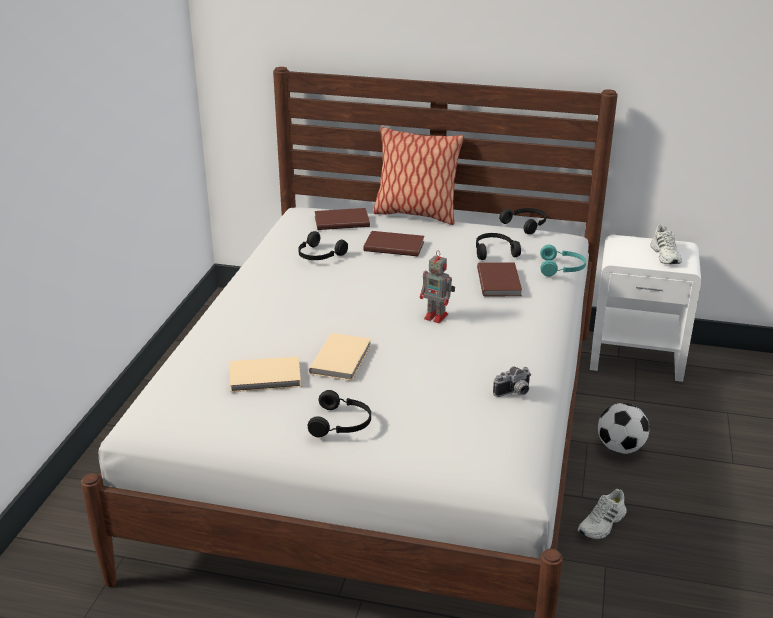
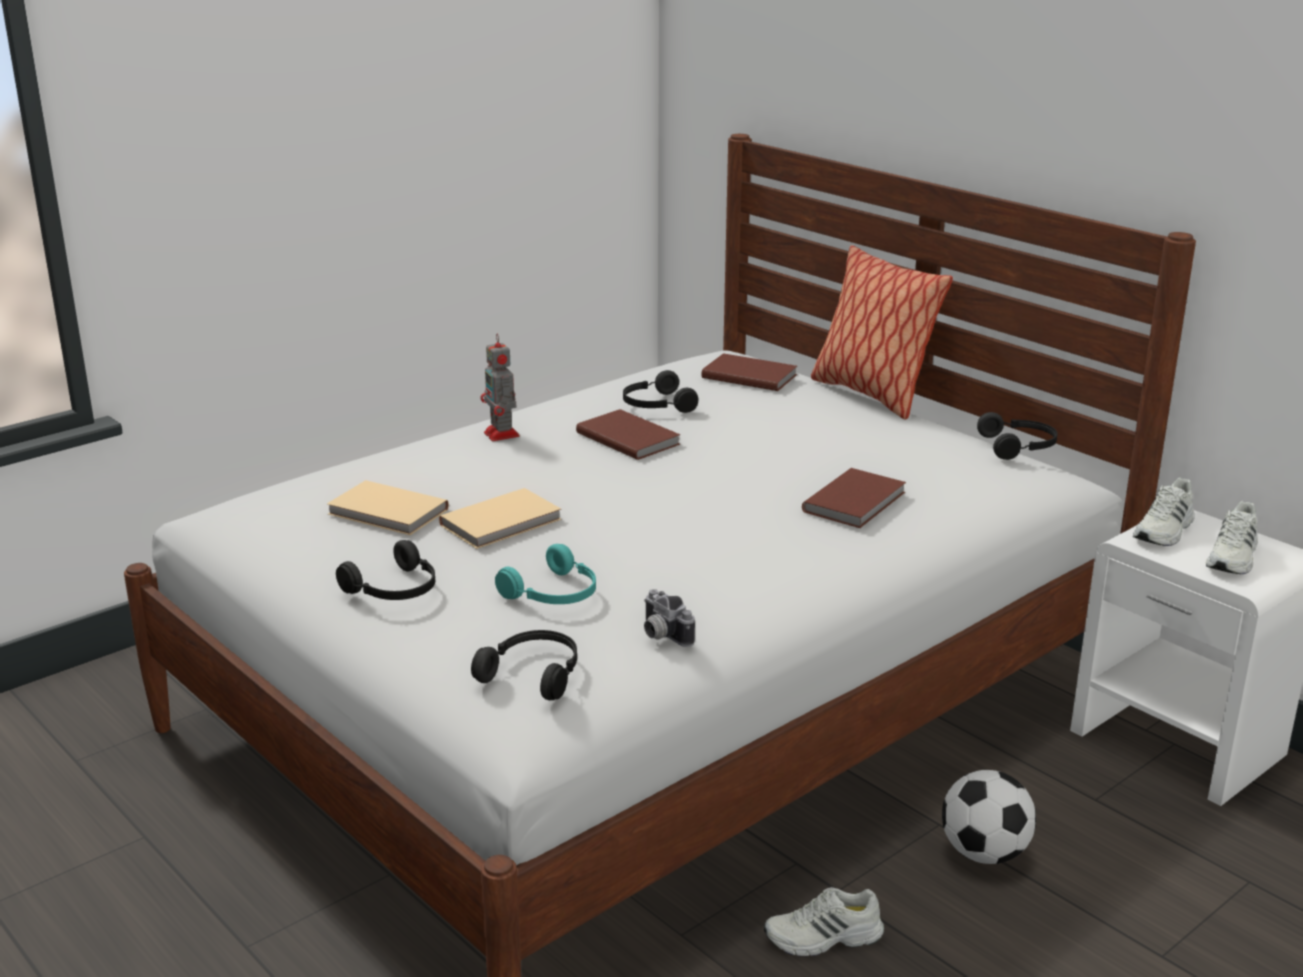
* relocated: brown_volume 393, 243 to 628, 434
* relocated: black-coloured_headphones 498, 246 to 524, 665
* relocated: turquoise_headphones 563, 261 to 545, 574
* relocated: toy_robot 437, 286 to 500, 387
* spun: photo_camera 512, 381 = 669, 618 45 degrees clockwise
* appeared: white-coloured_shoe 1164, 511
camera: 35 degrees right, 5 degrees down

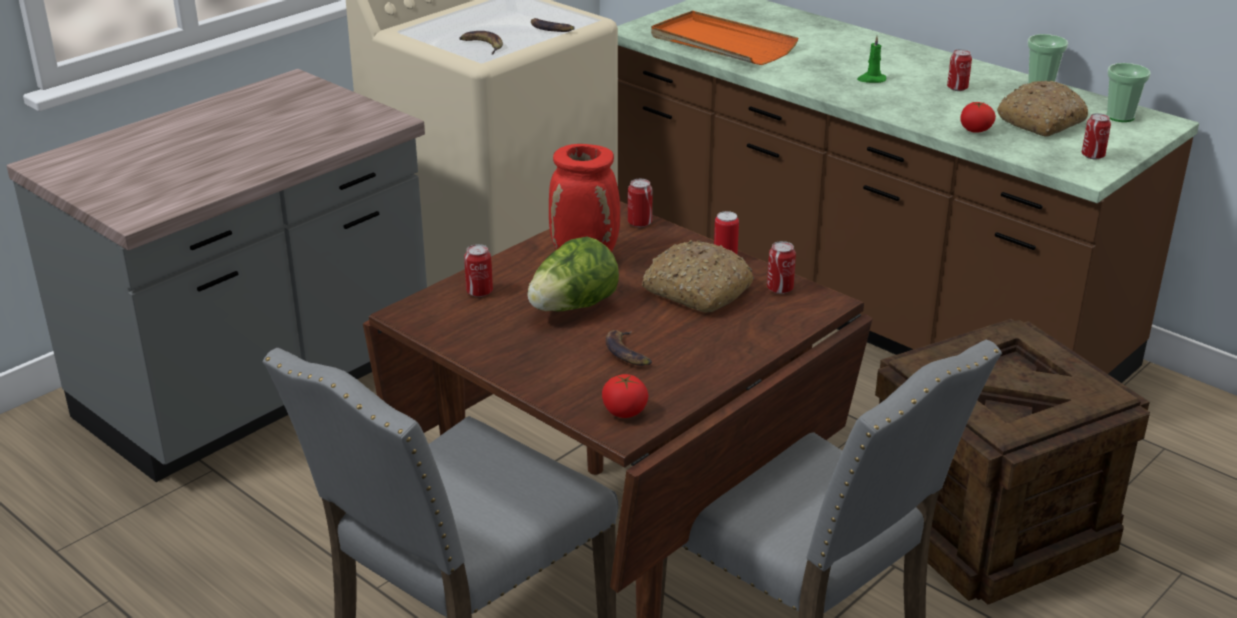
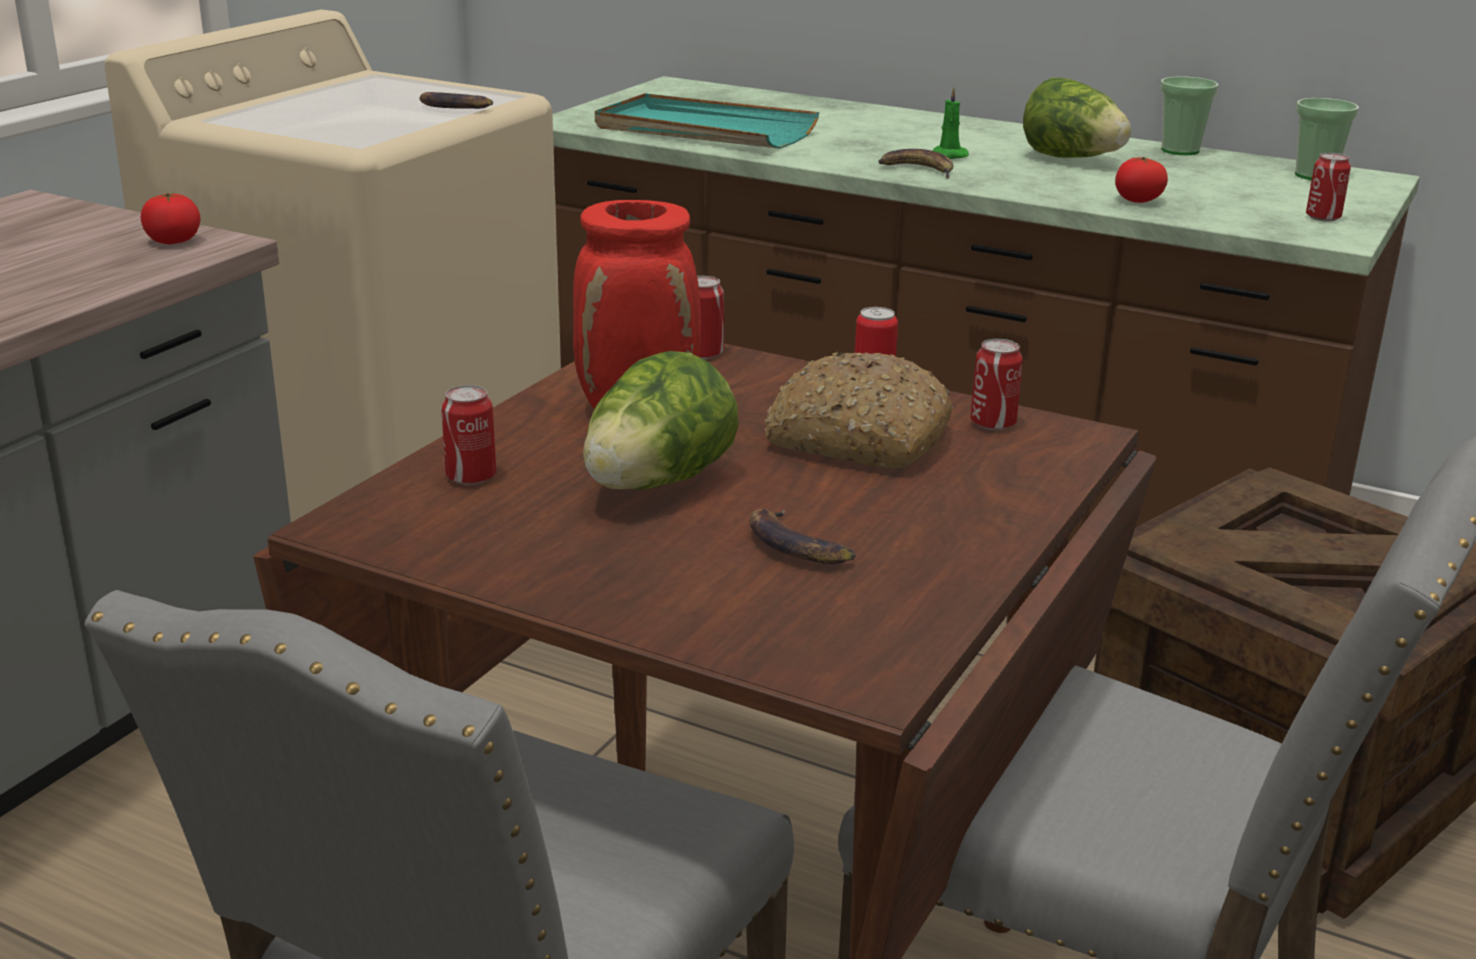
* colour: orange_tray 724, 38 to turquoise_tray 707, 121
* relocated: whole_banana 481, 42 to 915, 164
* exchanged: can 959, 70 to lettuce 1077, 117
* missing: bread 1042, 109
* relocated: fresh_tomato 625, 396 to 170, 218
camera: 15 degrees left, 5 degrees down

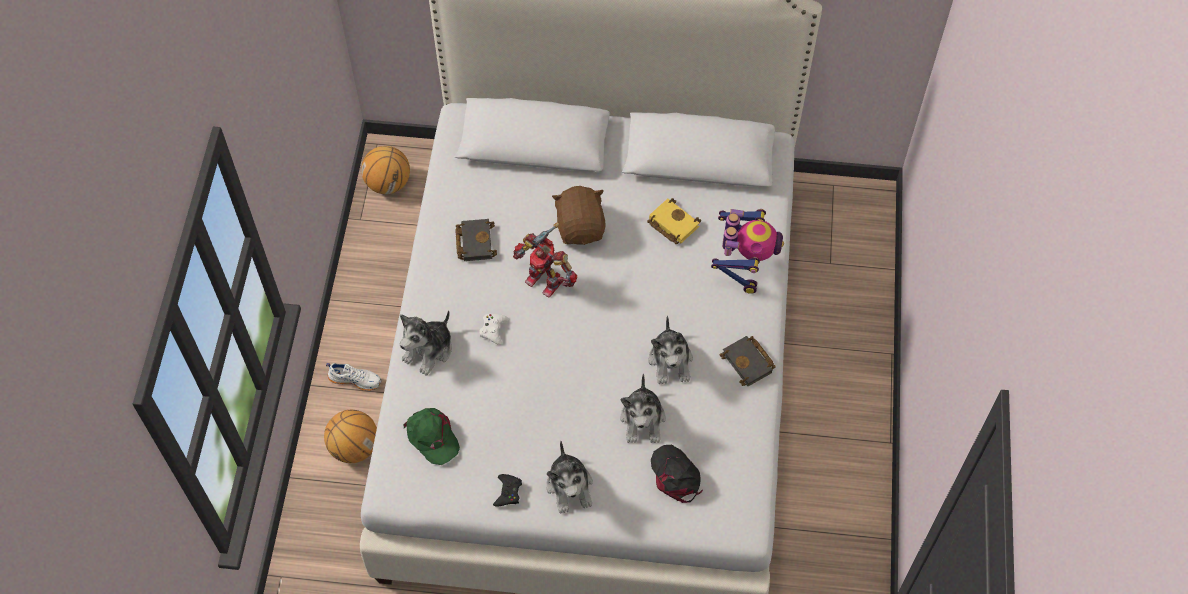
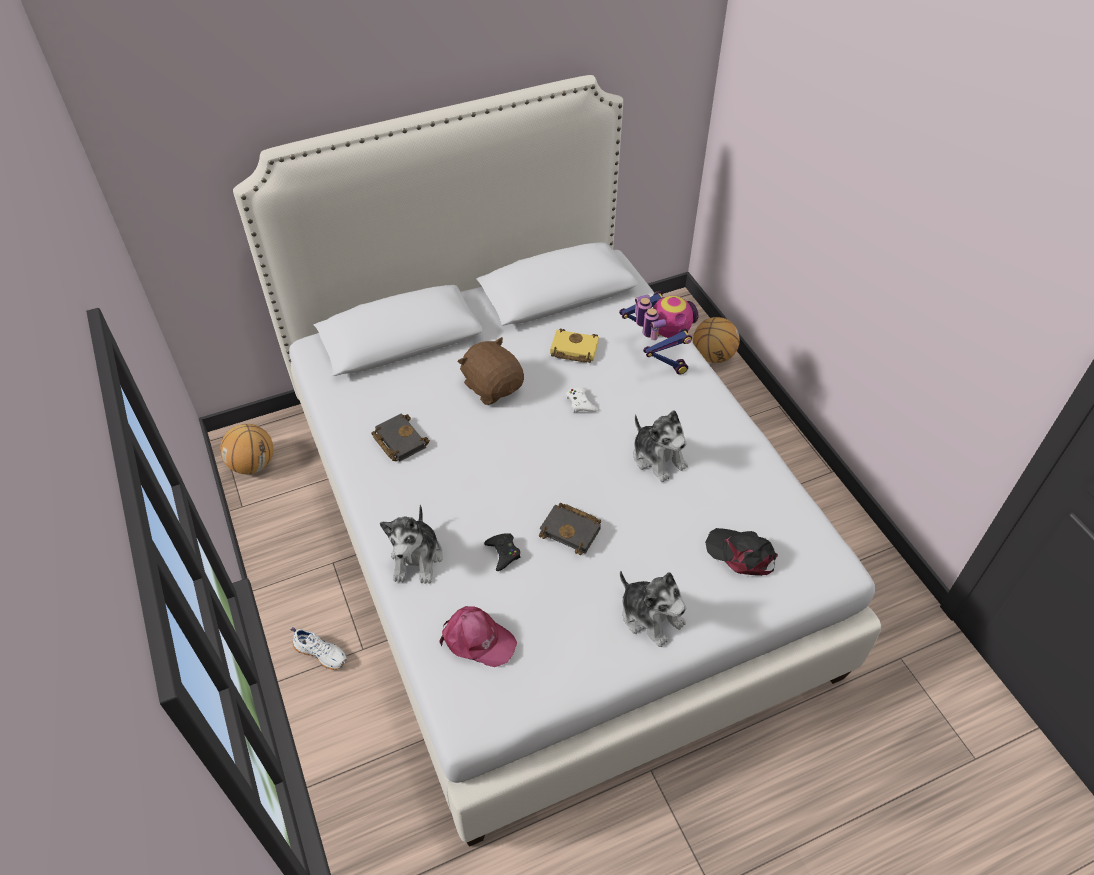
* missing: toy_robot 545, 260
* relocated: white-coloured_joypad 494, 329 to 582, 400
* relocated: black-coloured_volume 747, 361 to 570, 529
* spun: white-coloured_shoe 353, 377 = 319, 648 45 degrees clockwise
* missing: cuddly_toy 643, 408
* colour: green_peaked_cap 432, 436 to pinkish_peaked_cap 478, 636
* relocated: basketball 350, 436 to 716, 340
* relocated: black-coloured_joypad 507, 490 to 502, 552
camera: 30 degrees left, 10 degrees down

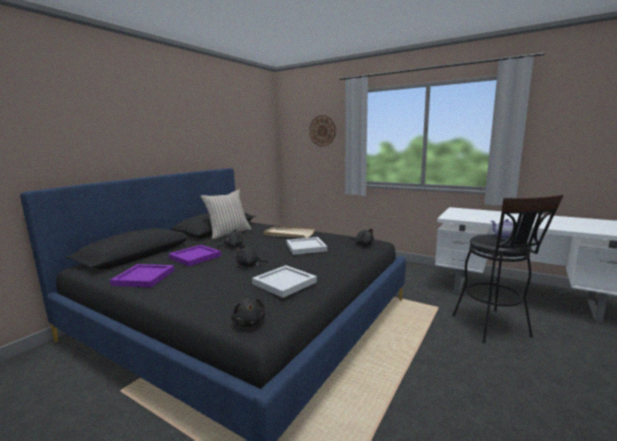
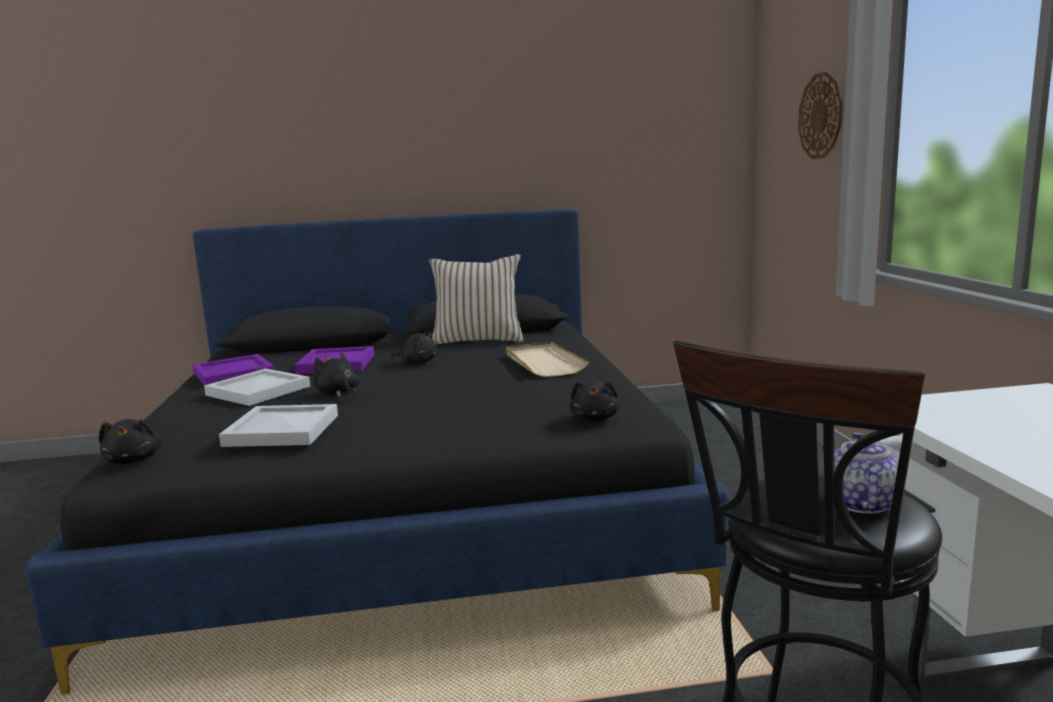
* relocated: white-coloured_tray 306, 246 to 257, 387
* spun: black-coloured_cuddly_toy 248, 312 = 130, 441 45 degrees counterclockwise
camera: 50 degrees right, 0 degrees up

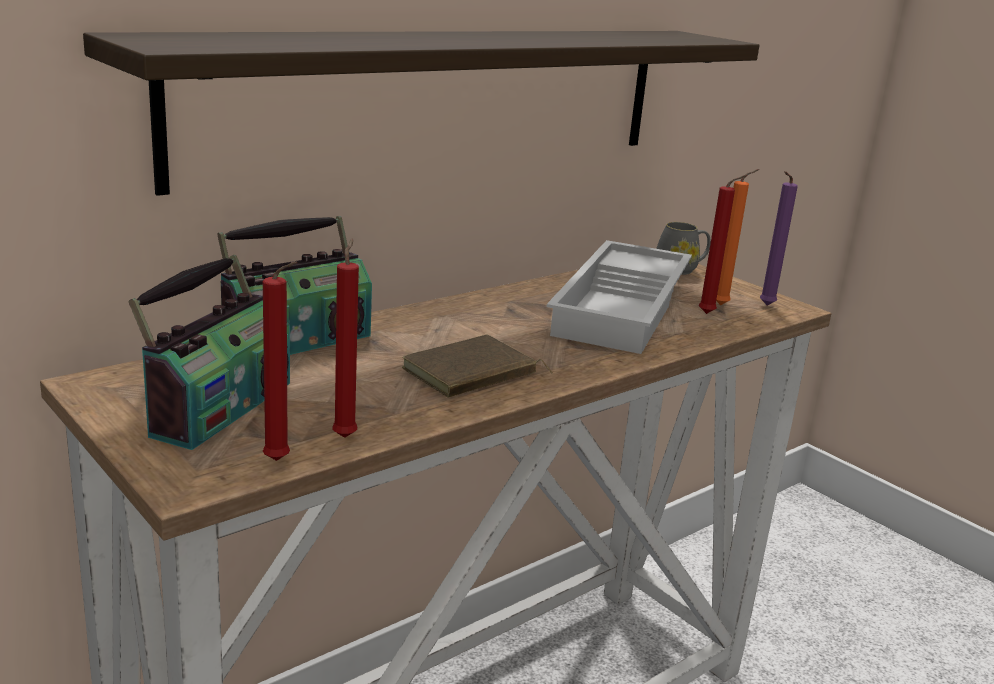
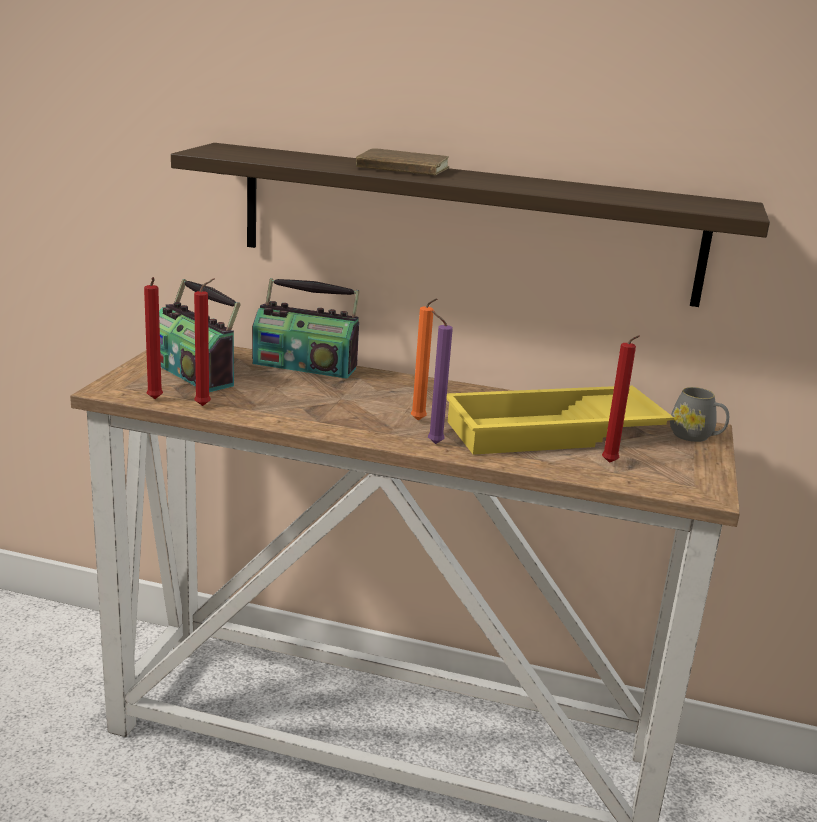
* relocated: orange_candle 737, 237 to 424, 359
* relocated: purple-coloured_candle 779, 238 to 440, 377
* colour: white-coloured_tray 619, 297 to yellowish_tray 560, 420
* spun: radio_receiver 209, 352 = 200, 335 60 degrees clockwise
* relocated: brown_volume 477, 366 to 402, 161
camera: 55 degrees right, 0 degrees up

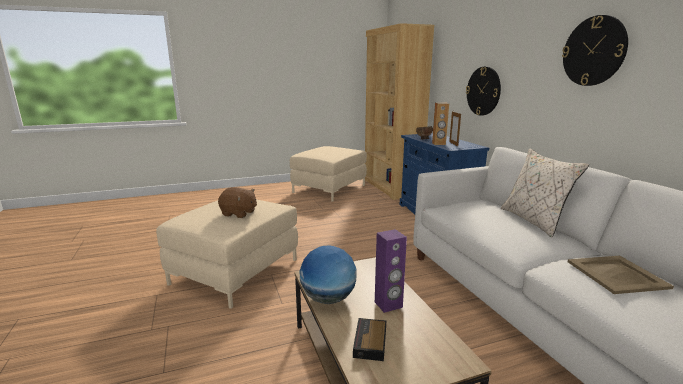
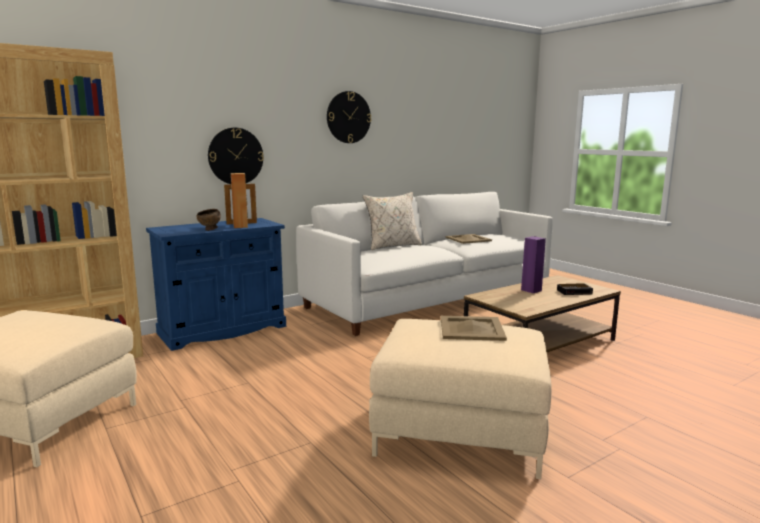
* exchanged: brown_cuddly_toy 237, 202 to beige_tray 474, 328
* missing: world_globe 328, 274
camera: 105 degrees left, 5 degrees down

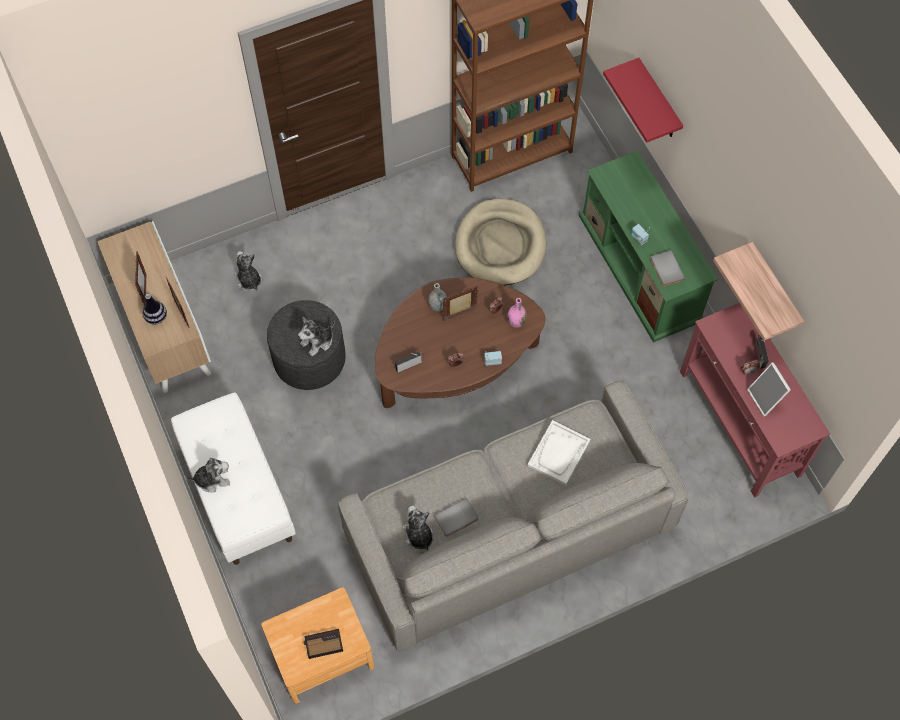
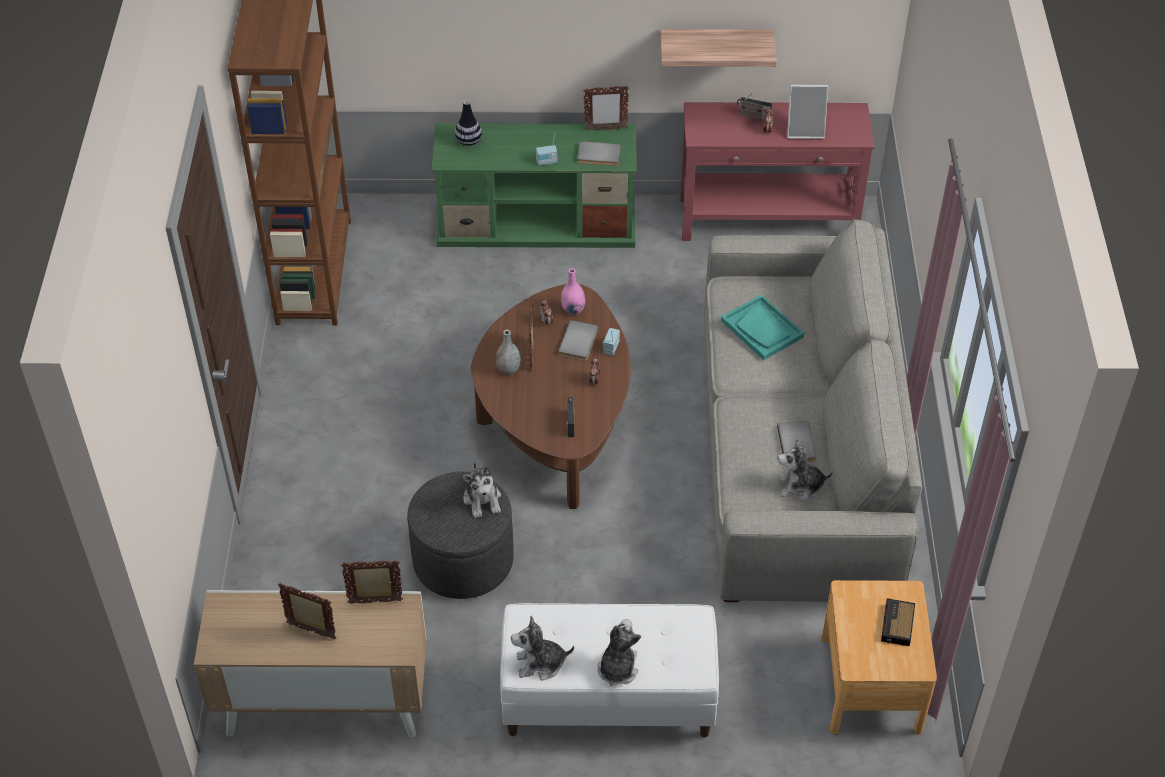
* missing: red_bracket_shelf 643, 100
* missing: beige_pet_bed 500, 242
* relocated: cuddly_toy 248, 271 to 542, 648
* relocated: vase 154, 309 to 468, 123
* colour: white-coloured_tray 559, 452 to turquoise_tray 762, 327
* appeared: standing_frame 606, 108
* appeared: grey_volume 578, 340
camera: 65 degrees left, 15 degrees down

